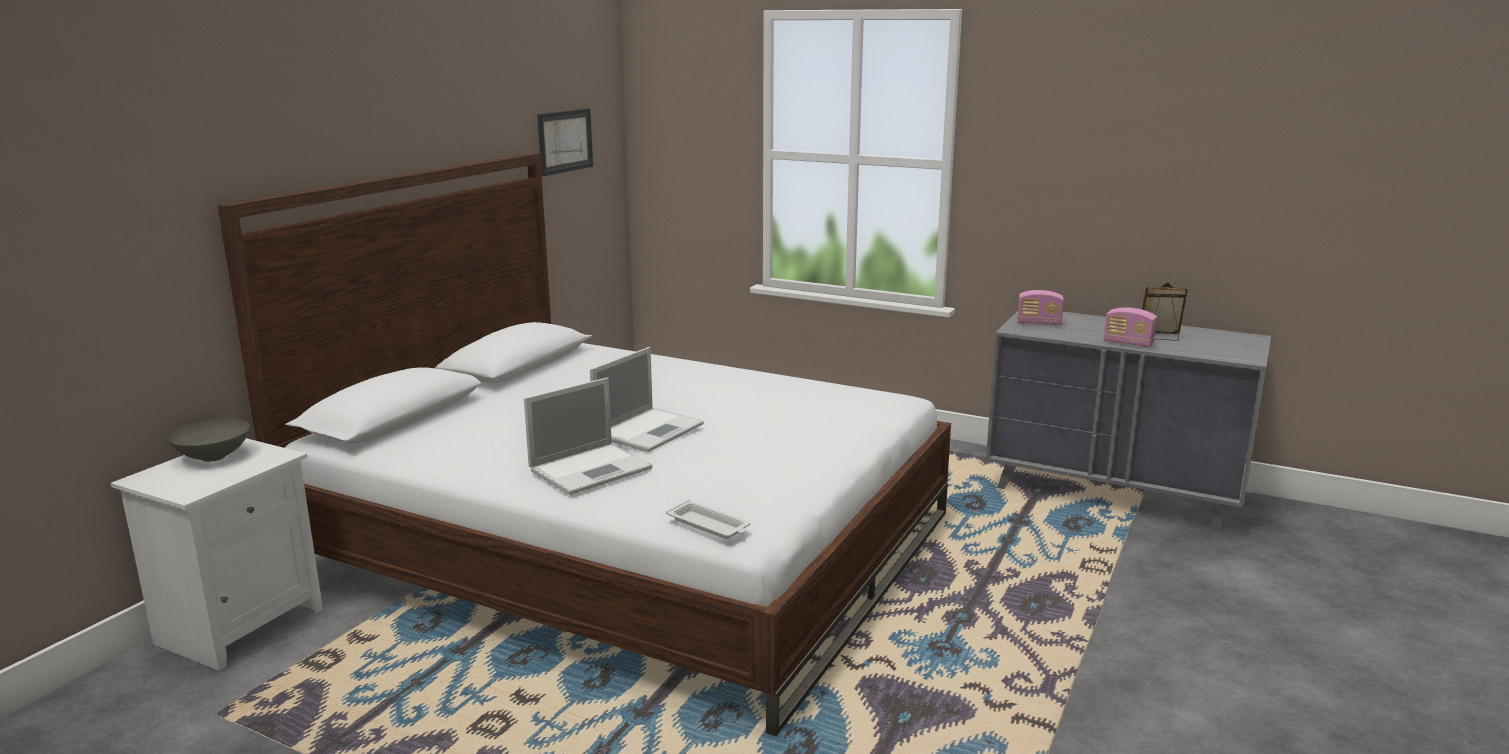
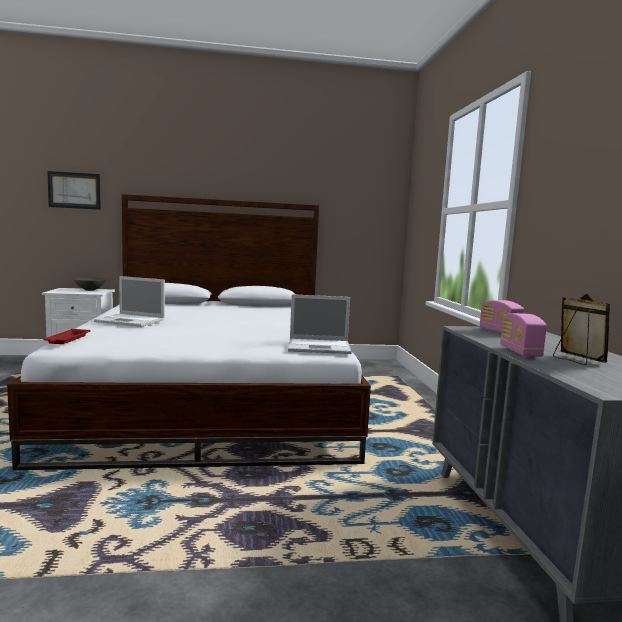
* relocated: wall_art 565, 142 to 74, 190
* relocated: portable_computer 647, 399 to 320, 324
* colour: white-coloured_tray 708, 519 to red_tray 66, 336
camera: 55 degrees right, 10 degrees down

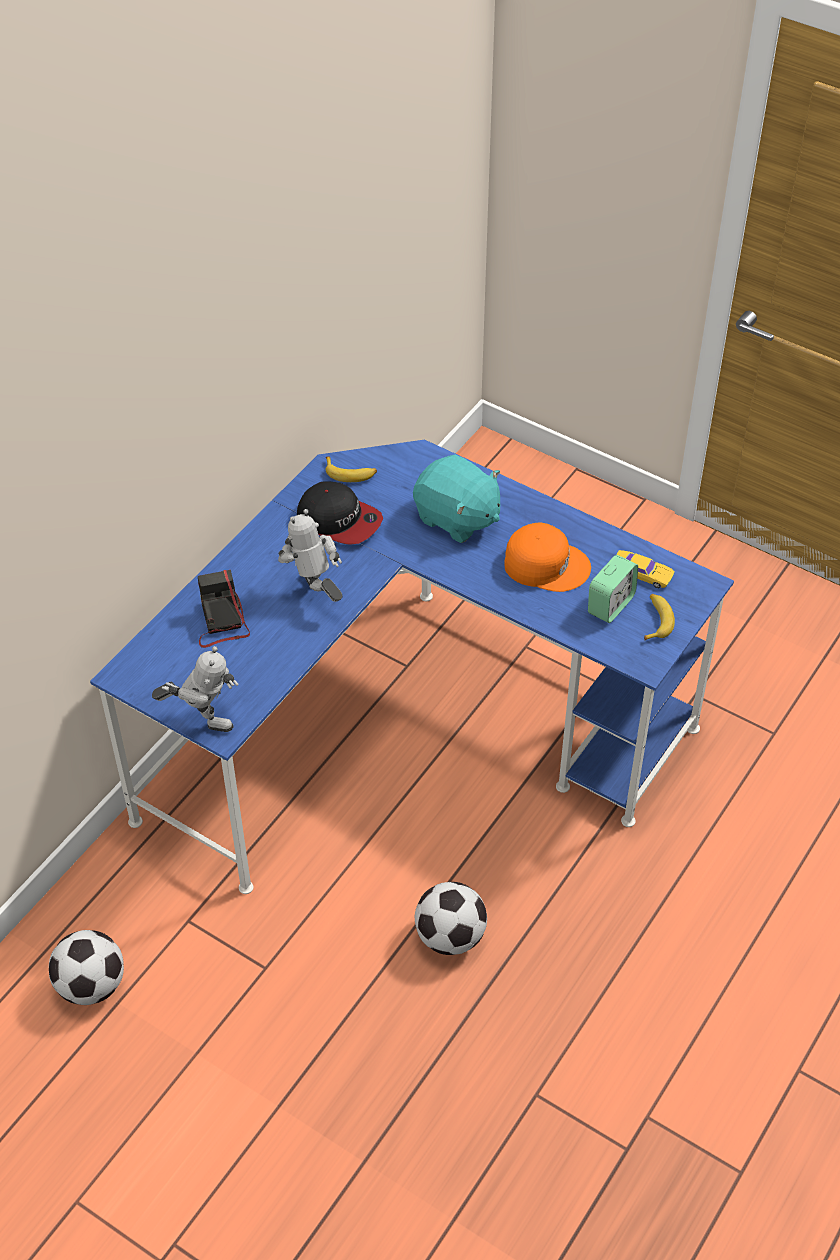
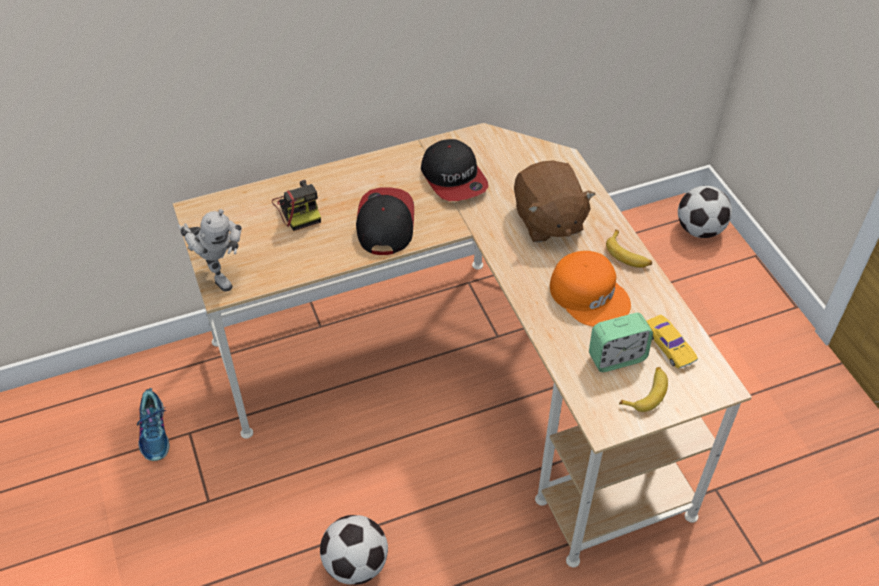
* colour: blue-coloured_desk_unit 412, 667 to beige_desk_unit 462, 345
* colour: turquoise_cuddly_toy 456, 499 to brown_cuddly_toy 554, 201
* relocated: whole_banana 351, 469 to 629, 249
* exchanged: toy_robot 310, 555 to peaked_cap 385, 221
* spun: photo_camera 224, 609 = 296, 205 135 degrees clockwise
* relocated: ball_for_football 86, 967 to 705, 212
* appeared: shoe 153, 424
camera: 35 degrees right, 0 degrees up

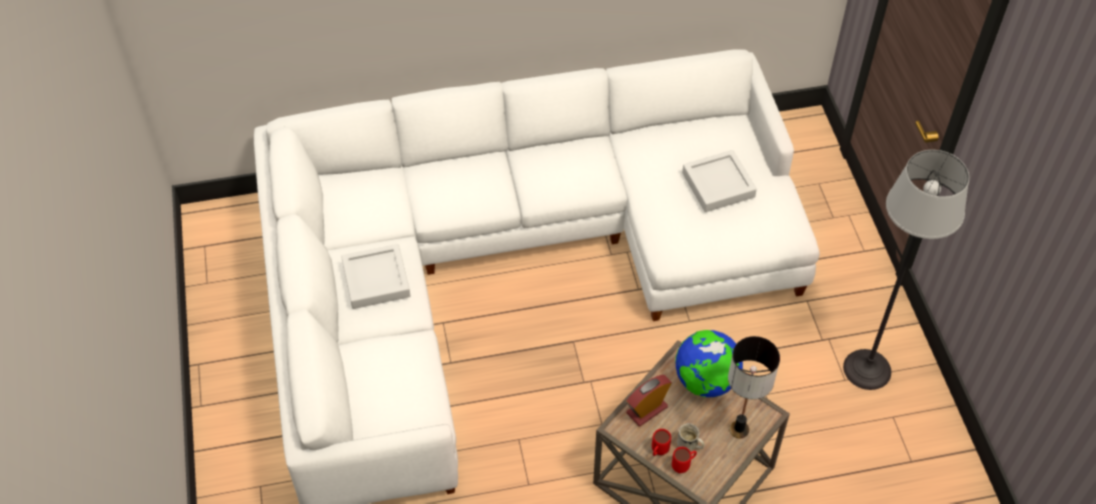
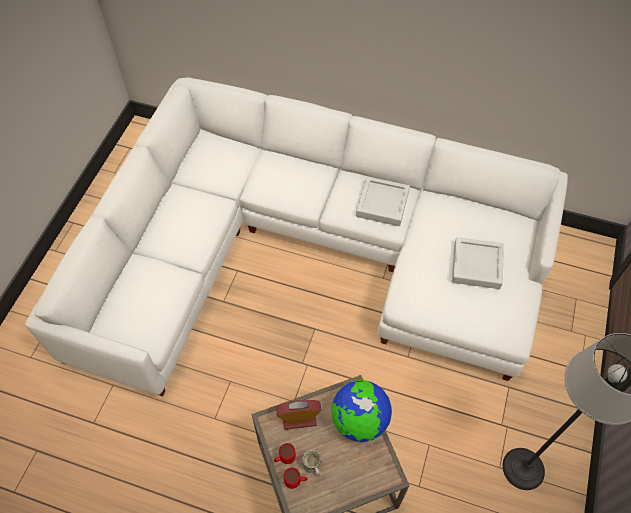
* relocated: grey_tray 375, 276 to 383, 201
* missing: table_lamp 754, 387
camera: 30 degrees right, 5 degrees up

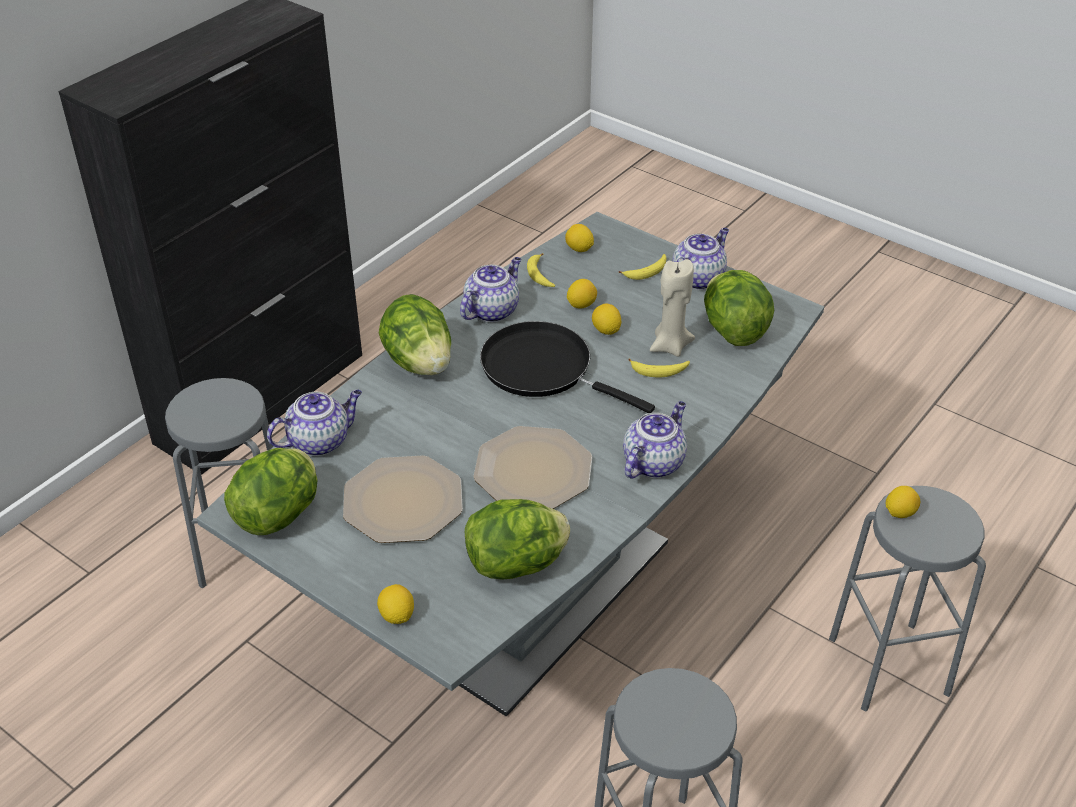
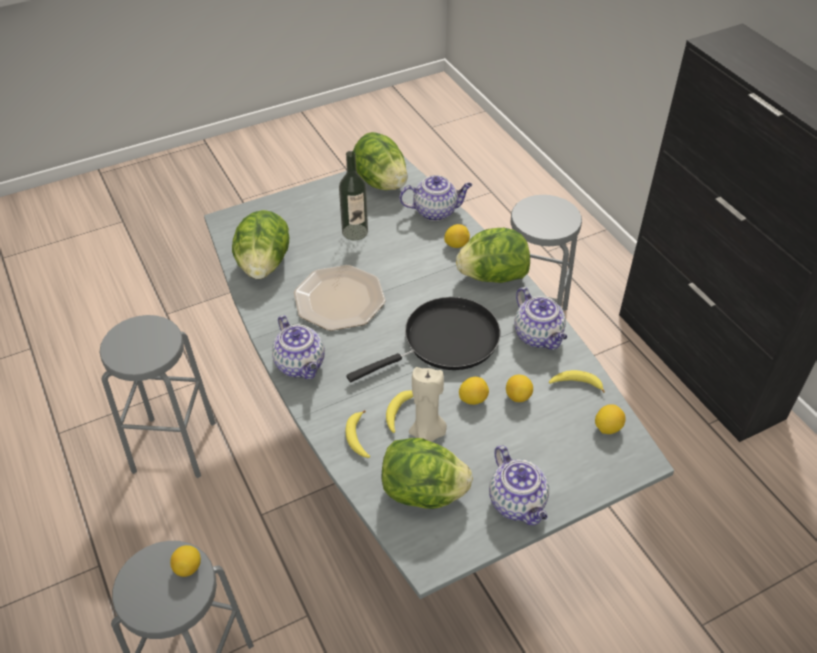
* relocated: whole_banana 643, 267 to 358, 434
* spun: teapot 314, 423 = 435, 198 90 degrees counterclockwise
* exchanged: dinner_plate 403, 499 to bottle 353, 195
* relocated: lemon 395, 604 to 457, 236
camera: 115 degrees right, 5 degrees up

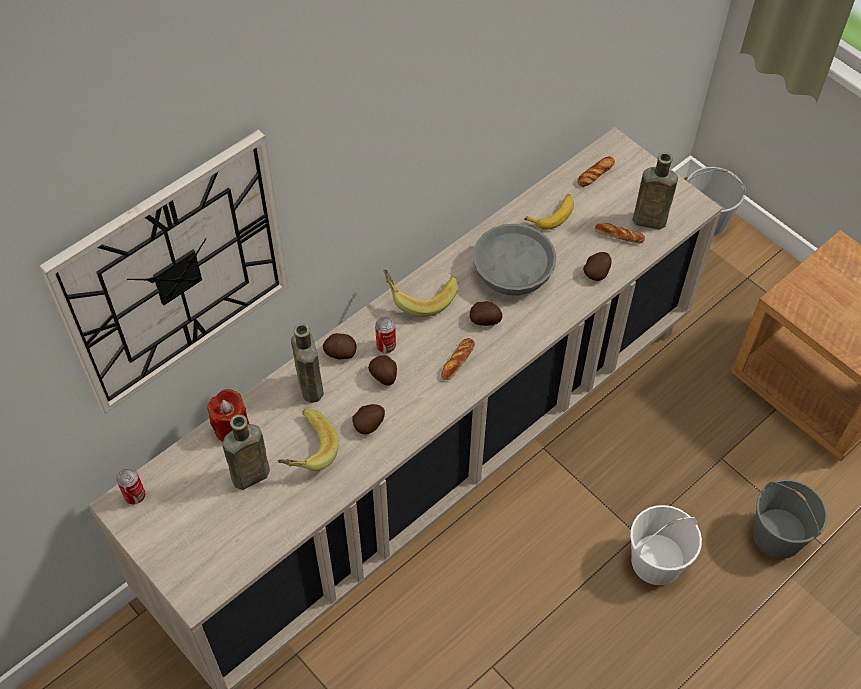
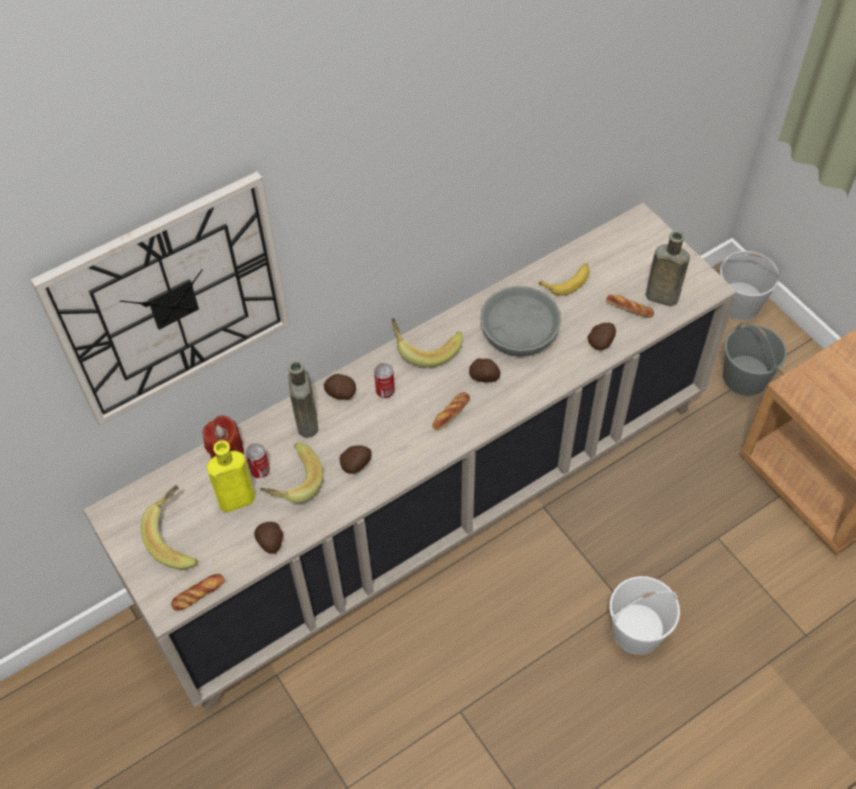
* relocated: bread 596, 171 to 198, 592
* relocated: potato 382, 370 to 268, 538
* colour: brown_bottle 246, 452 to yellowish_bottle 231, 476
* relocated: can 130, 486 to 257, 460
* relocated: grey_water_bucket 790, 519 to 755, 359
* appeared: whole_banana 169, 527
camera: 10 degrees right, 0 degrees up

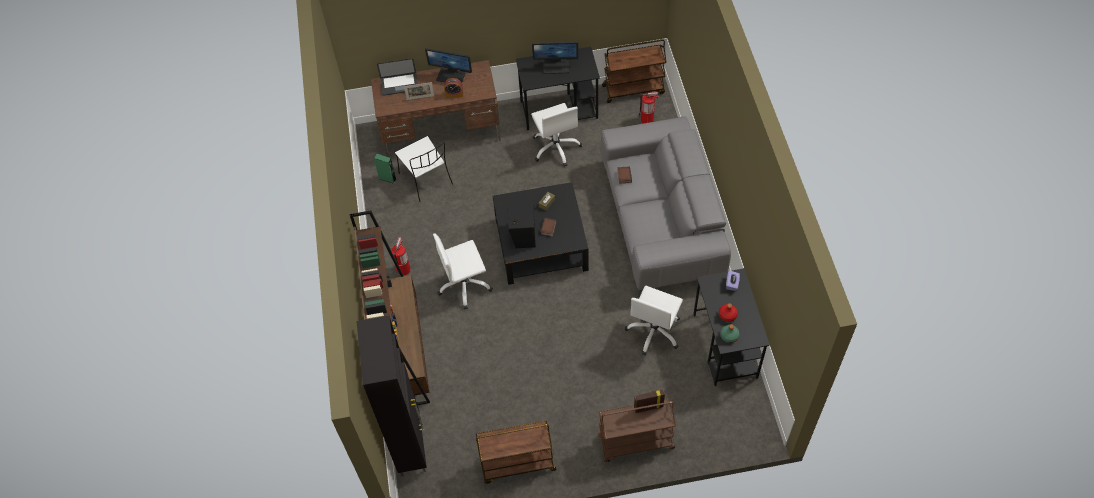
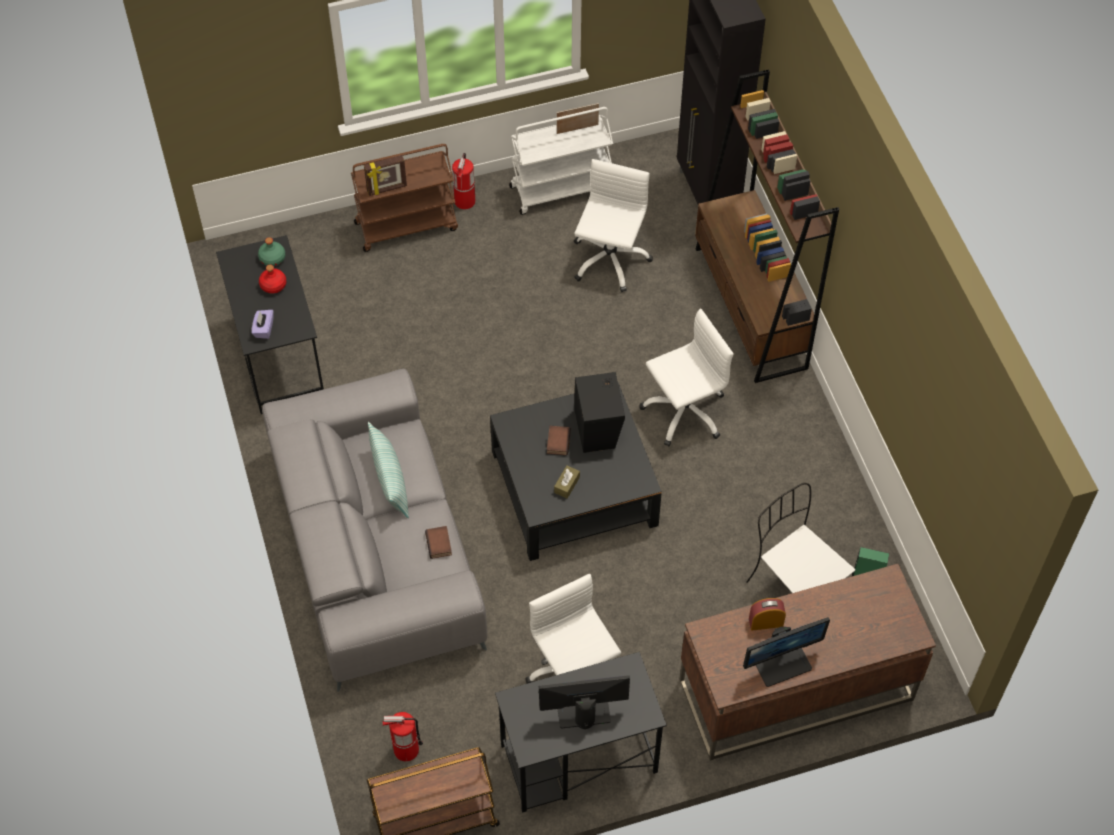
* spun: monitor 448, 65 = 786, 652 150 degrees clockwise
* missing: portable_computer 397, 77
* relocated: standing_frame 419, 91 to 577, 118
* relocated: fire-fighting_cylinder 401, 256 to 463, 181
* relocated: white-coloured_computer_chair 654, 320 to 613, 225
* colour: brown_cart 516, 452 to white-coloured_cart 561, 161
* appeared: throw_pillow 388, 470
camera: 170 degrees right, 0 degrees up

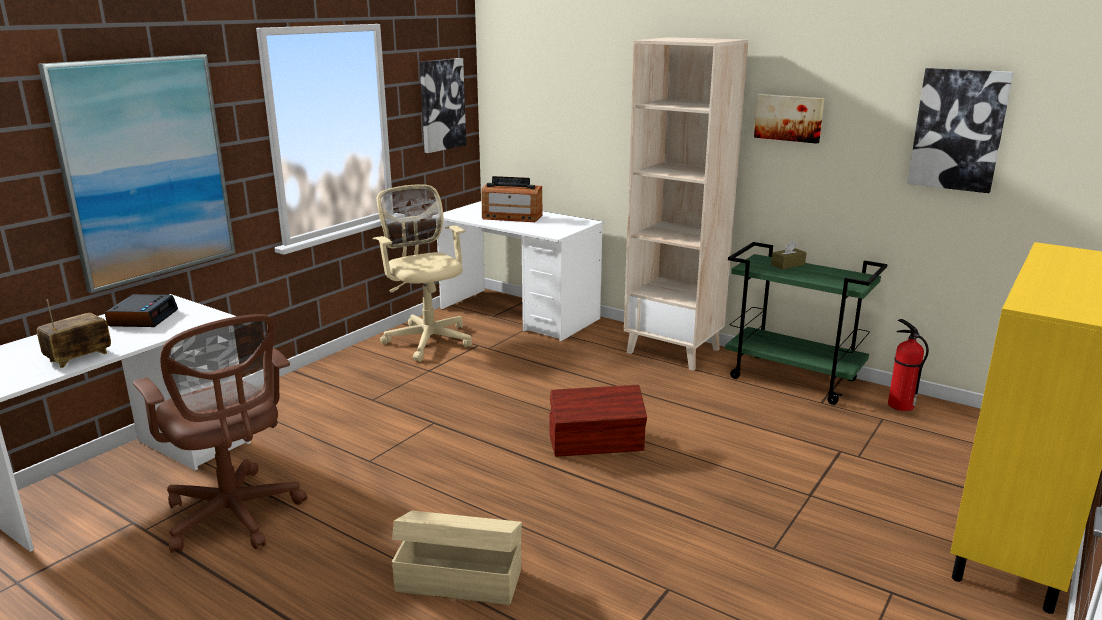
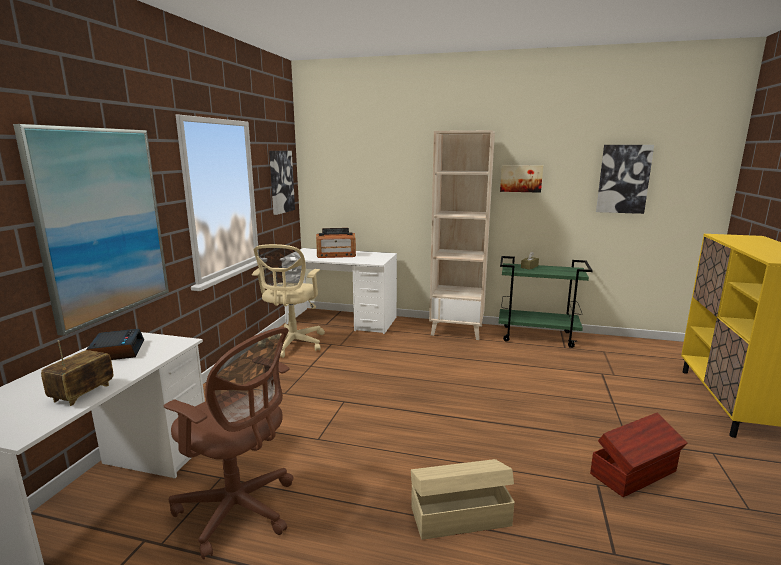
* spun: beige_computer_chair 422, 273 = 288, 301 120 degrees counterclockwise
* missing: fire-fighting_cylinder 908, 365
* relocated: brown_storage_bin 598, 421 to 638, 454
camera: 20 degrees left, 5 degrees down

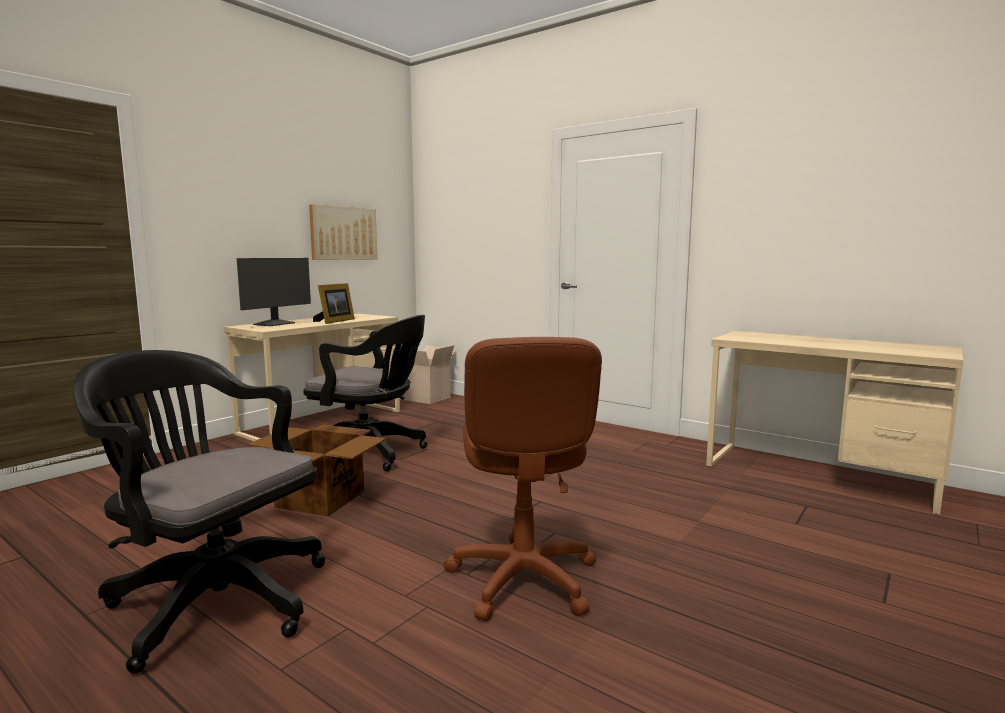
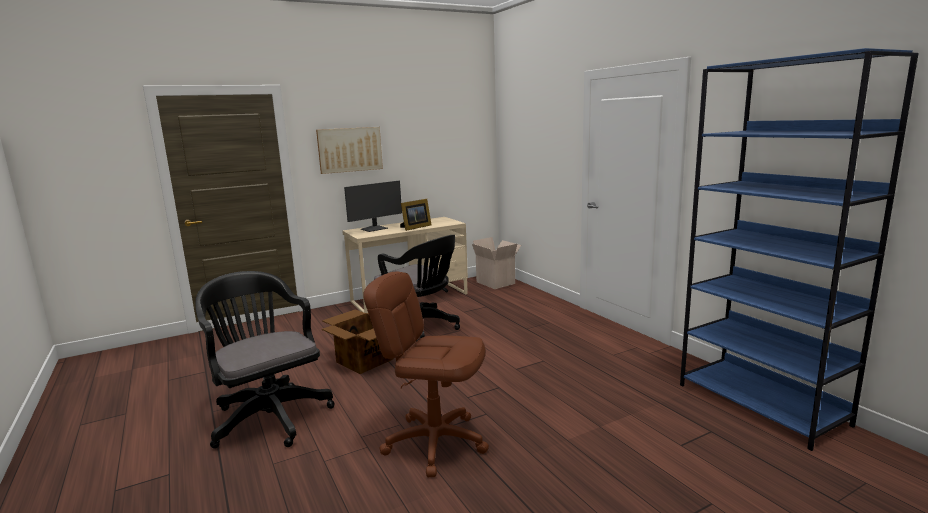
* relocated: wall_art 343, 232 to 349, 150
* exchanged: beige_desk_unit 834, 422 to blue-coloured_bookcase 799, 249
* spun: brown_computer_chair 523, 479 = 426, 374 90 degrees clockwise
camera: 25 degrees right, 5 degrees up

